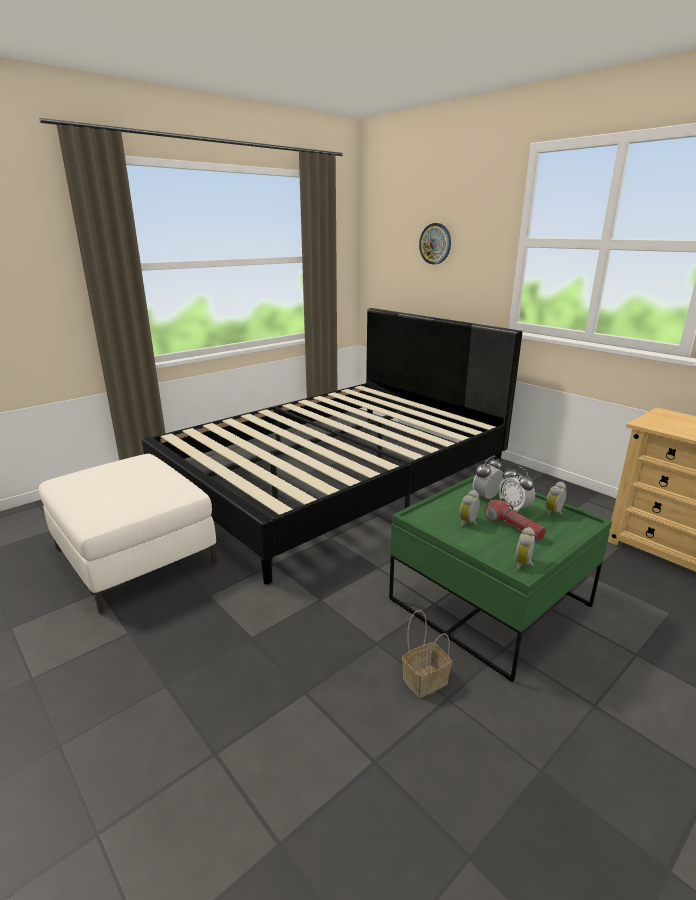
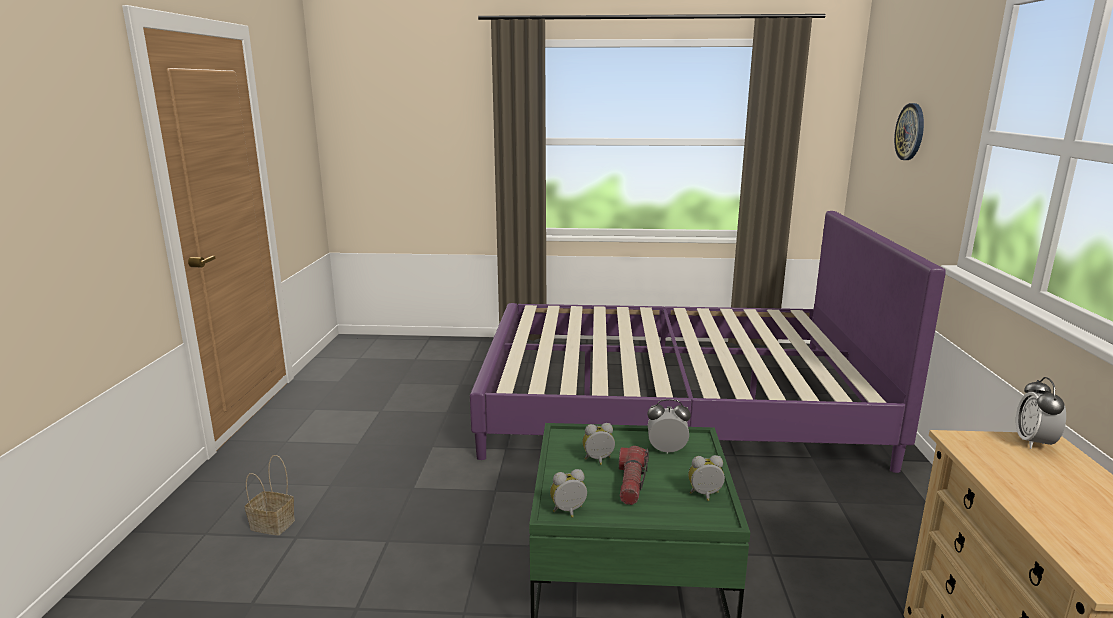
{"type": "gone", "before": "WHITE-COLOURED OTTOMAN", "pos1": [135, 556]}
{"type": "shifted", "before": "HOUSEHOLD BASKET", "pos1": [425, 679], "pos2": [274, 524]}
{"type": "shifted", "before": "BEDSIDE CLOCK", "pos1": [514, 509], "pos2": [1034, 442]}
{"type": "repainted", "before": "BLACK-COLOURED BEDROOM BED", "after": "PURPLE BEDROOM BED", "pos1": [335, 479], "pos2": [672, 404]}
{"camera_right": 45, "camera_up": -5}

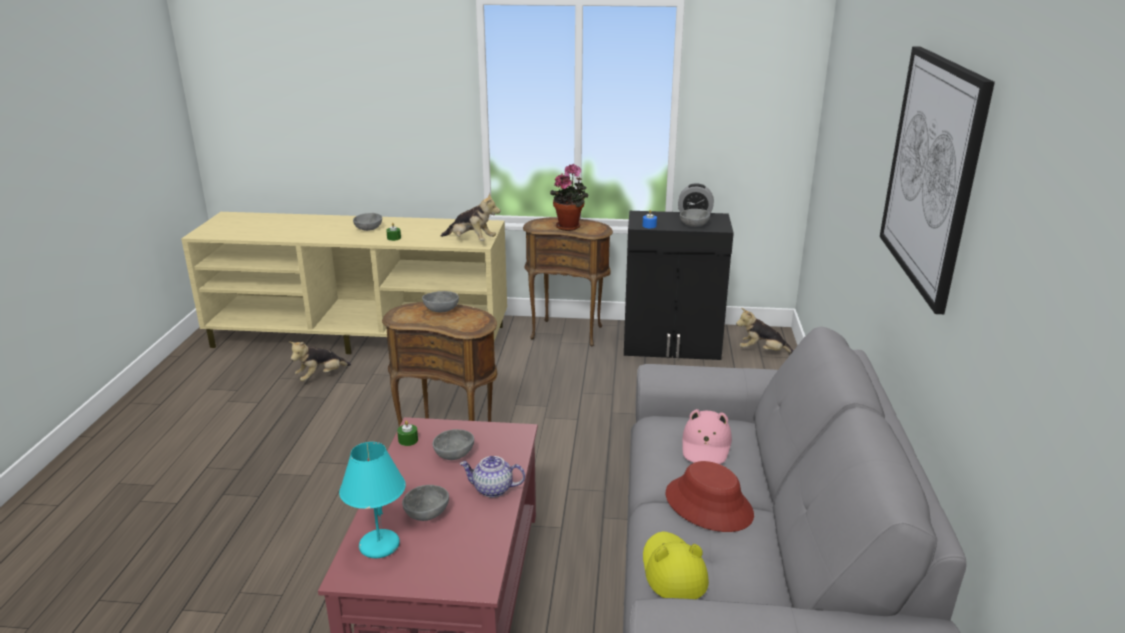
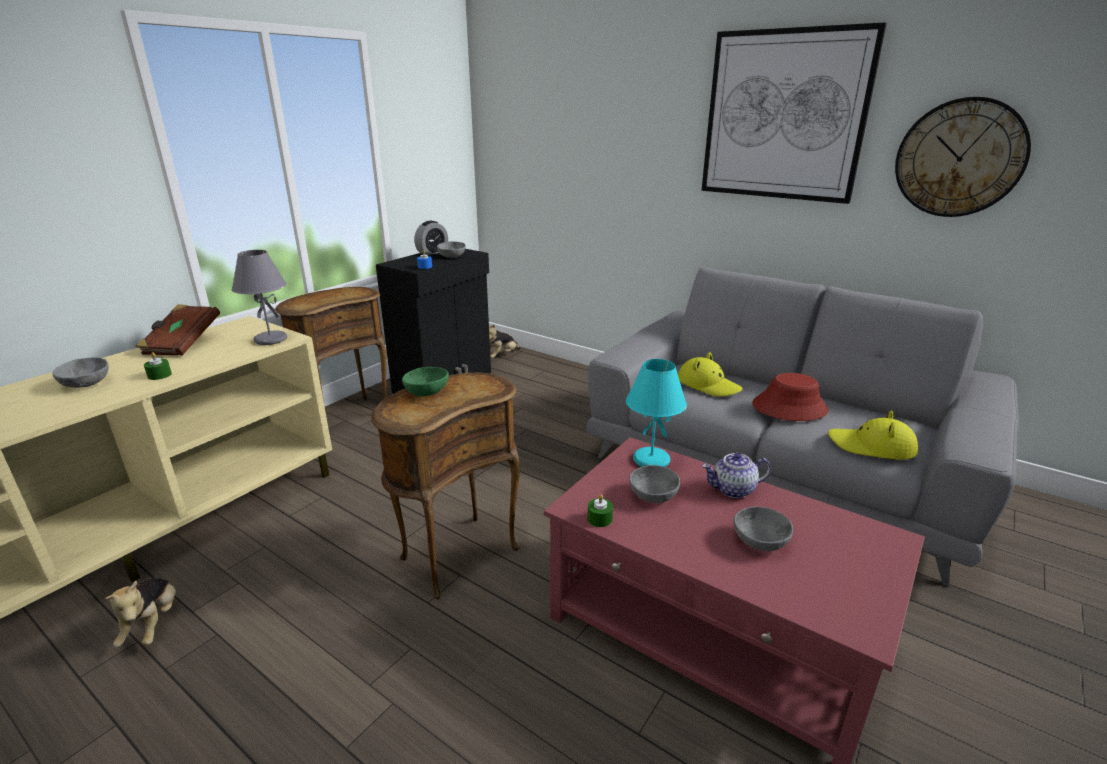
{"type": "gone", "before": "POTTED PLANT", "pos1": [570, 226]}
{"type": "new", "after": "BROWN BOUND BOOK", "pos2": [182, 344]}
{"type": "new", "after": "WALL CLOCK", "pos2": [959, 158]}
{"type": "shifted", "before": "TURQUOISE-COLOURED TABLETOP LAMP", "pos1": [378, 545], "pos2": [650, 460]}
{"type": "swapped", "before": "SOFT TOY", "after": "GREYISH TABLETOP LAMP", "pos1": [471, 241], "pos2": [270, 340]}
{"type": "repainted", "before": "GREYISH SERVING BOWL", "after": "GREEN SERVING BOWL", "pos1": [441, 310], "pos2": [426, 392]}
{"type": "repainted", "before": "PINKISH WEARABLE HAT", "after": "YELLOWISH WEARABLE HAT", "pos1": [706, 446], "pos2": [708, 385]}
{"type": "rotated", "before": "POT FOR TEA", "pos1": [492, 489], "pos2": [733, 490], "turn": 45}
{"camera_right": -60, "camera_up": 0}

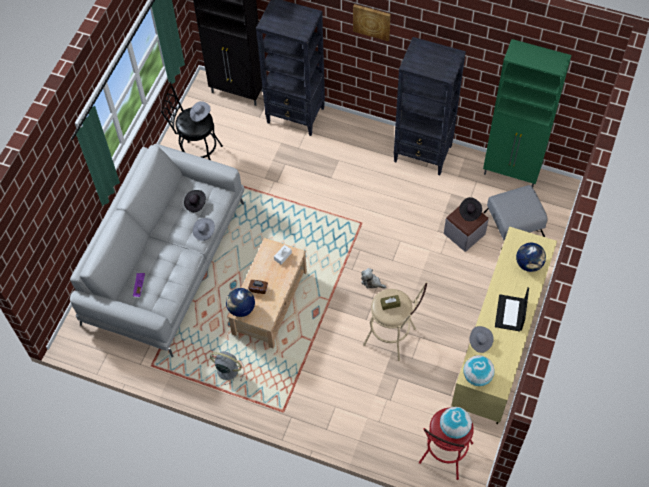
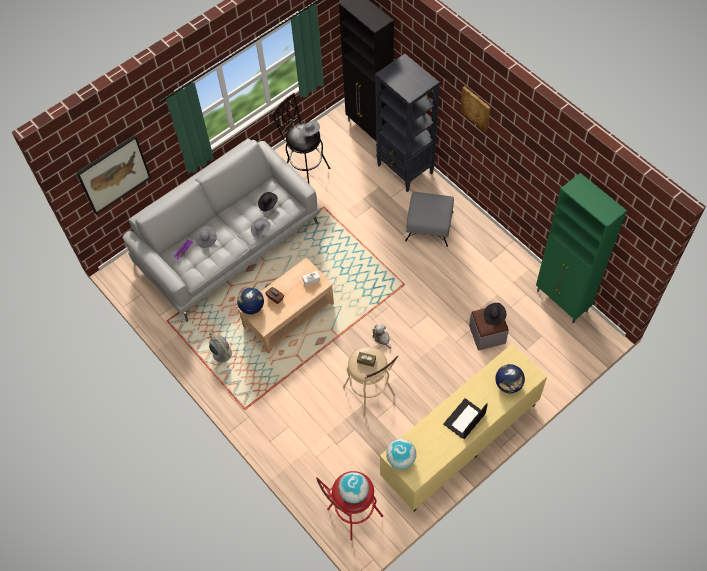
{"type": "gone", "before": "BLACK-COLOURED SHELVING UNIT", "pos1": [423, 154]}
{"type": "new", "after": "WALL PICTURE", "pos2": [114, 174]}
{"type": "shifted", "before": "GREYISH WEARABLE HAT", "pos1": [480, 342], "pos2": [206, 239]}
{"type": "shifted", "before": "GREYISH OTTOMAN", "pos1": [514, 224], "pos2": [429, 226]}
{"camera_right": 30, "camera_up": 0}

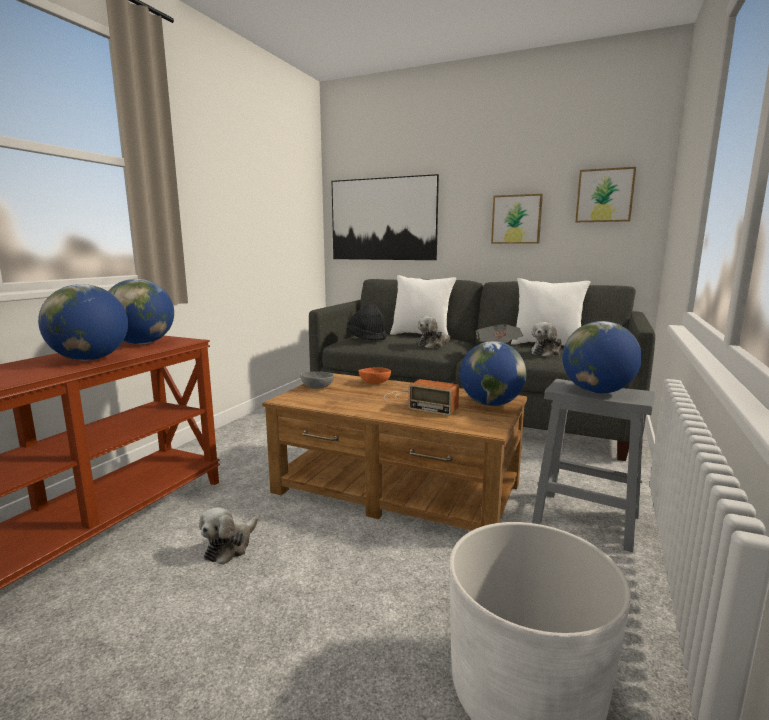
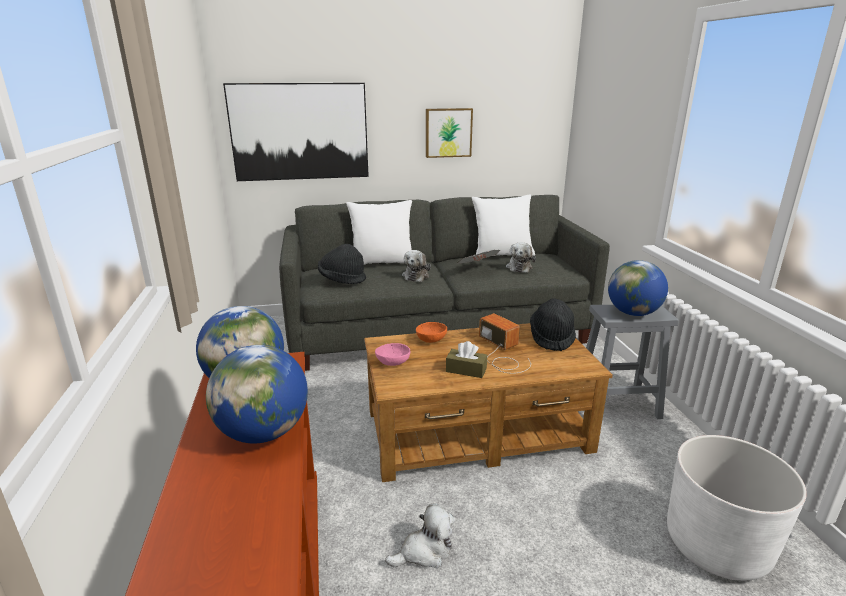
{"type": "gone", "before": "WALL PICTURE", "pos1": [604, 195]}
{"type": "new", "after": "BROWN TISSUE BOX", "pos2": [466, 370]}
{"type": "swapped", "before": "GLOBE", "after": "BLACK-COLOURED WEARABLE HAT", "pos1": [491, 404], "pos2": [551, 338]}
{"type": "repainted", "before": "GREYISH SERVING BOWL", "after": "PINKISH SERVING BOWL", "pos1": [317, 387], "pos2": [392, 362]}
{"type": "rotated", "before": "SOFT TOY", "pos1": [230, 546], "pos2": [424, 551], "turn": -105}
{"type": "rotated", "before": "RADIO SET", "pos1": [418, 402], "pos2": [502, 353], "turn": -120}
{"camera_right": -35, "camera_up": 10}

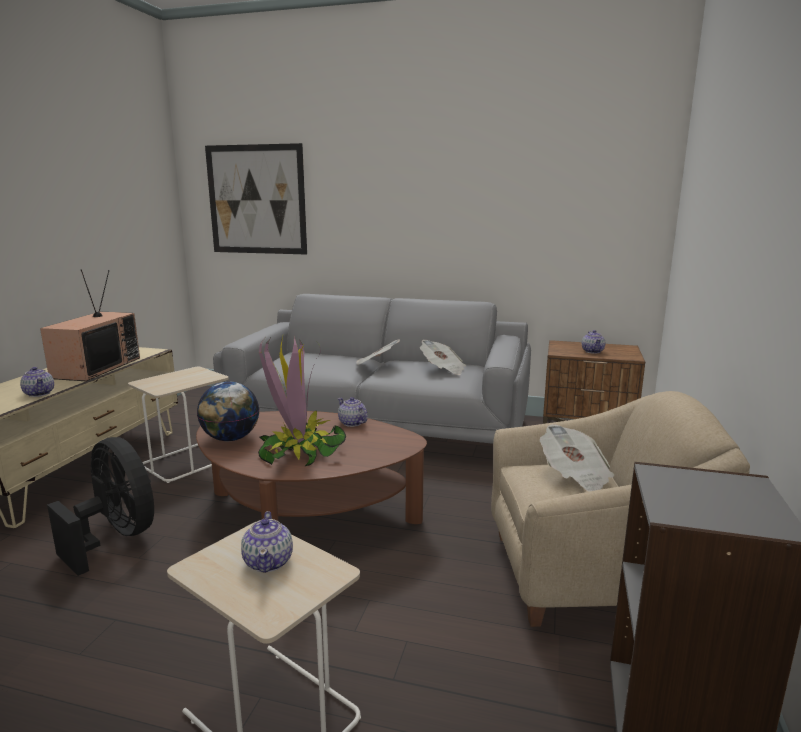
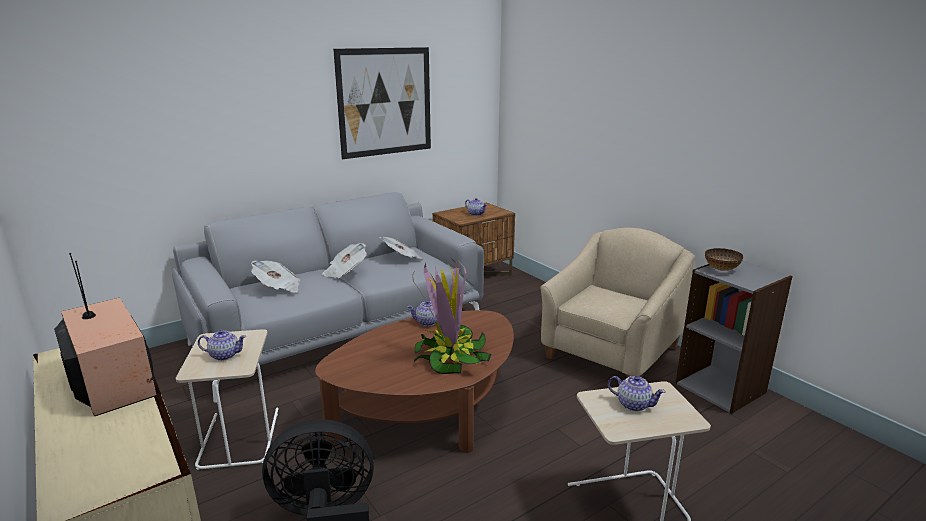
{"type": "gone", "before": "GLOBE", "pos1": [230, 439]}
{"type": "new", "after": "SERVING BOWL", "pos2": [720, 269]}
{"type": "shifted", "before": "POT FOR TEA", "pos1": [39, 393], "pos2": [224, 355]}
{"type": "shifted", "before": "WALL PICTURE", "pos1": [256, 200], "pos2": [385, 102]}
{"type": "shifted", "before": "NEWSPAPER", "pos1": [575, 476], "pos2": [278, 288]}
{"camera_right": -50, "camera_up": 5}

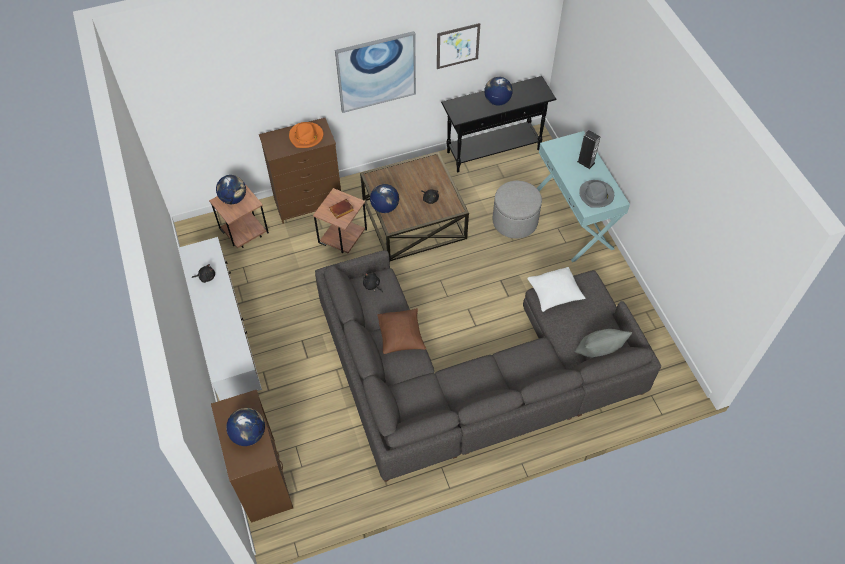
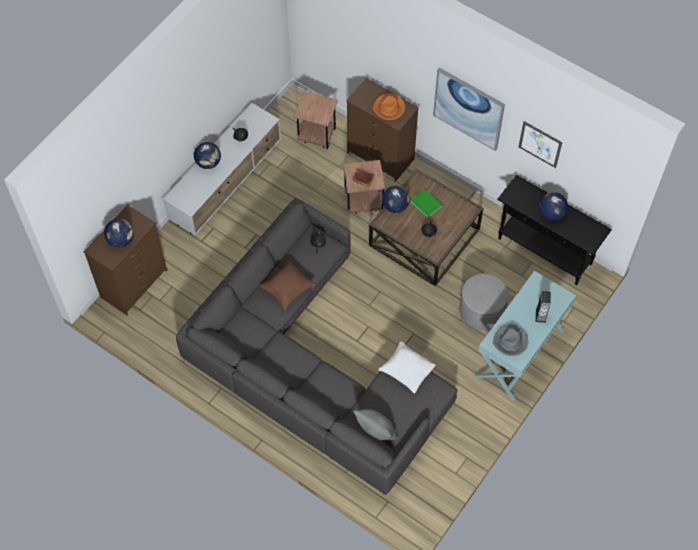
{"type": "new", "after": "GREEN BOUND BOOK", "pos2": [426, 203]}
{"type": "shifted", "before": "GLOBE", "pos1": [234, 198], "pos2": [208, 163]}
{"camera_right": 55, "camera_up": 5}

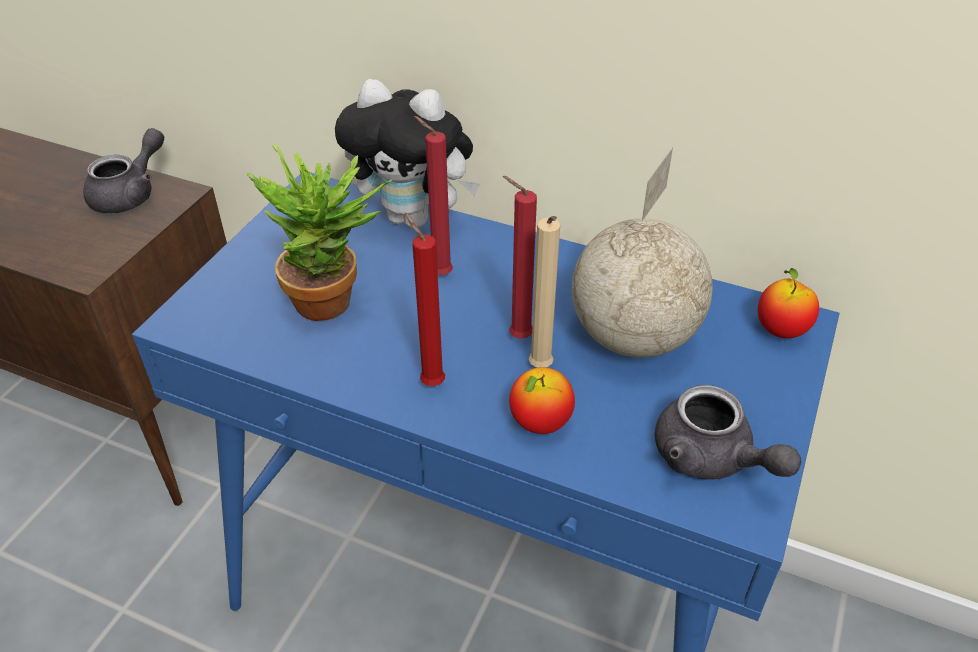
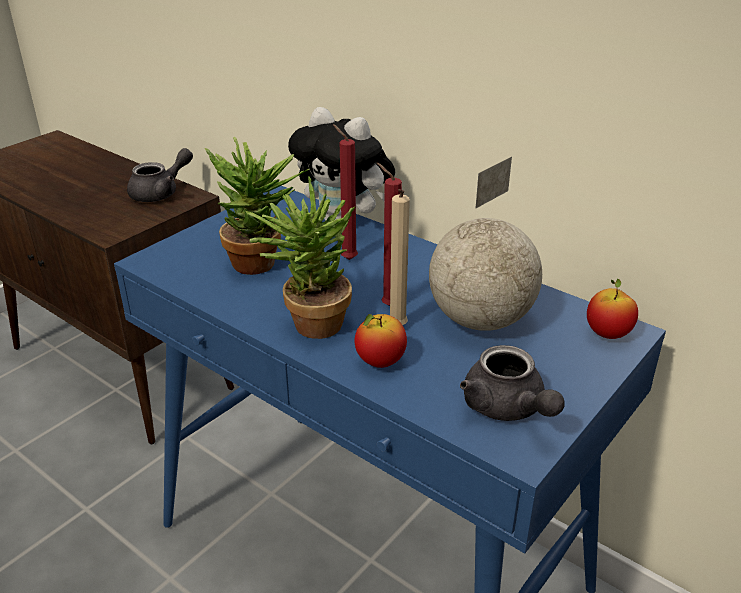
{"type": "swapped", "before": "RED-COLOURED CANDLE", "after": "POTTED PLANT", "pos1": [430, 382], "pos2": [308, 323]}
{"camera_right": 15, "camera_up": -10}

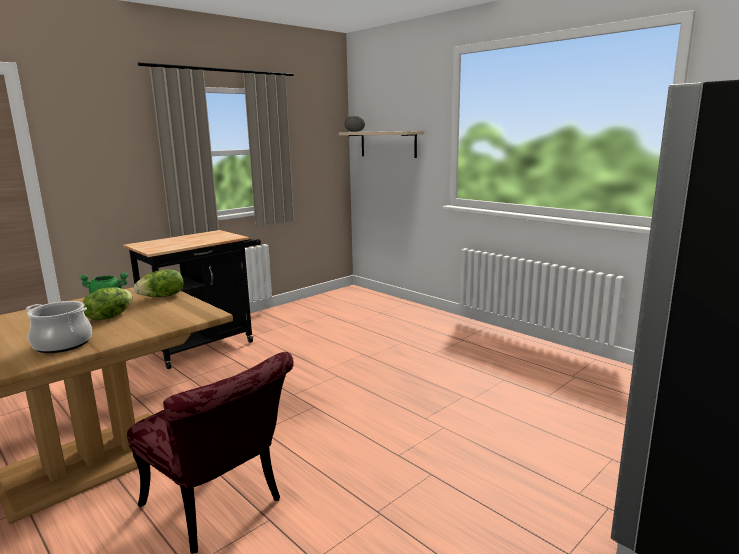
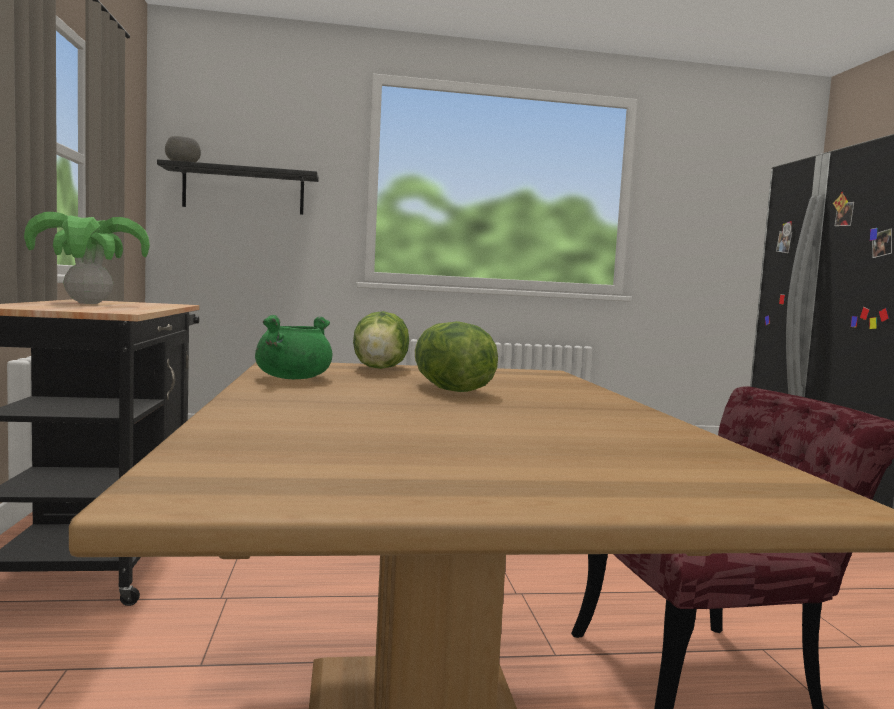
{"type": "gone", "before": "STOCKPOT", "pos1": [62, 344]}
{"type": "new", "after": "POTTED PLANT", "pos2": [88, 303]}
{"type": "repainted", "before": "BEIGE BRACKET SHELF", "after": "BLACK-COLOURED BRACKET SHELF", "pos1": [388, 144], "pos2": [244, 191]}
{"camera_right": -55, "camera_up": -10}

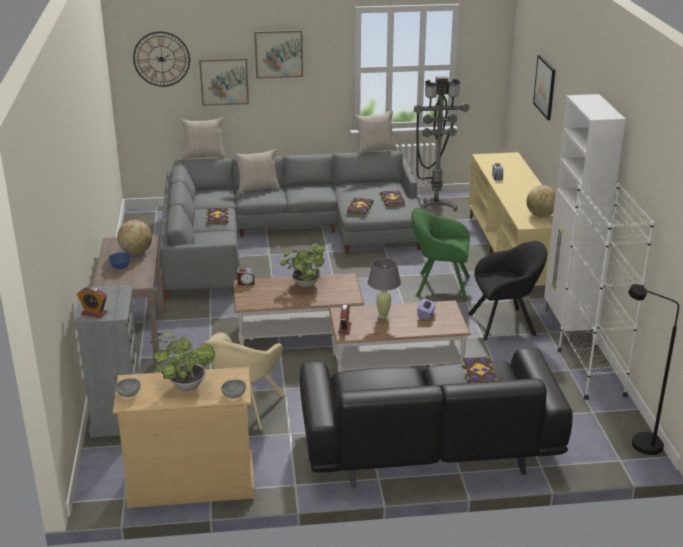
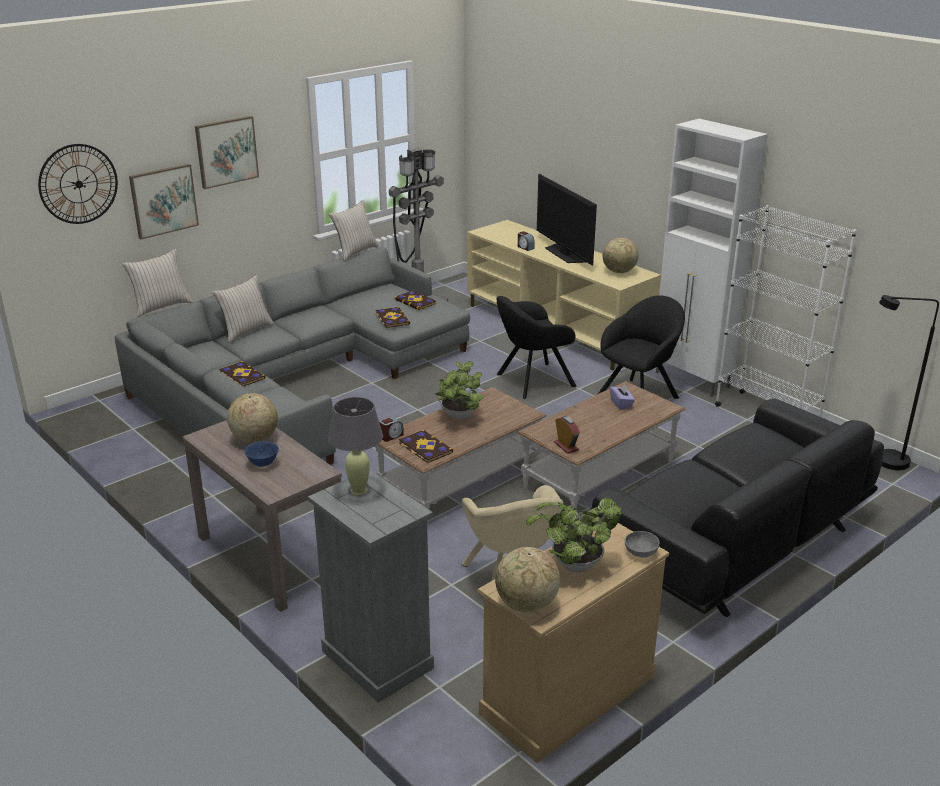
{"type": "gone", "before": "BEDSIDE CLOCK", "pos1": [94, 313]}
{"type": "gone", "before": "WALL PICTURE", "pos1": [545, 87]}
{"type": "new", "after": "TV", "pos2": [564, 254]}
{"type": "shifted", "before": "GREYISH TABLETOP LAMP", "pos1": [383, 316], "pos2": [359, 491]}
{"type": "shifted", "before": "BOUND BOOK", "pos1": [478, 372], "pos2": [425, 448]}
{"type": "swapped", "before": "GREYISH SERVING BOWL", "after": "GLOBE", "pos1": [128, 394], "pos2": [526, 604]}
{"type": "repainted", "before": "GREEN EASY CHAIR", "after": "BLACK-COLOURED EASY CHAIR", "pos1": [439, 286], "pos2": [532, 381]}
{"camera_right": -35, "camera_up": 0}

